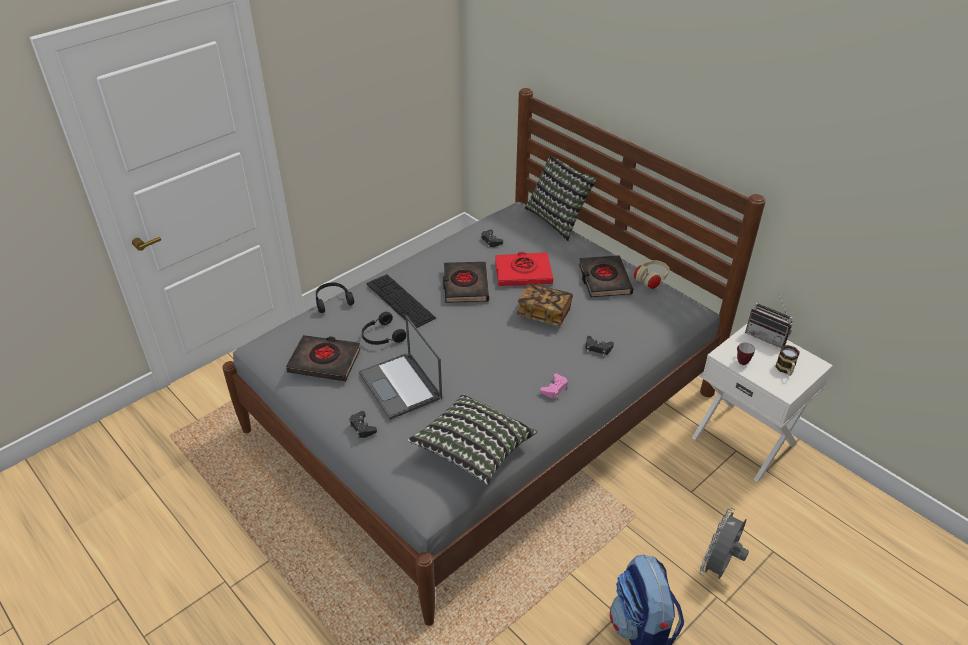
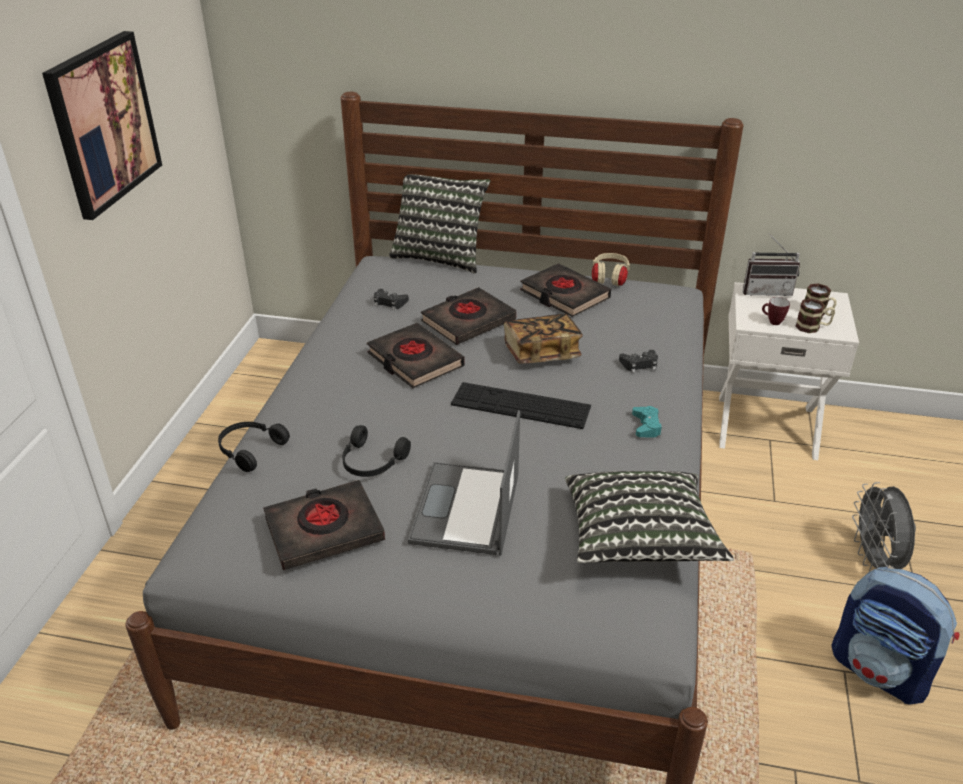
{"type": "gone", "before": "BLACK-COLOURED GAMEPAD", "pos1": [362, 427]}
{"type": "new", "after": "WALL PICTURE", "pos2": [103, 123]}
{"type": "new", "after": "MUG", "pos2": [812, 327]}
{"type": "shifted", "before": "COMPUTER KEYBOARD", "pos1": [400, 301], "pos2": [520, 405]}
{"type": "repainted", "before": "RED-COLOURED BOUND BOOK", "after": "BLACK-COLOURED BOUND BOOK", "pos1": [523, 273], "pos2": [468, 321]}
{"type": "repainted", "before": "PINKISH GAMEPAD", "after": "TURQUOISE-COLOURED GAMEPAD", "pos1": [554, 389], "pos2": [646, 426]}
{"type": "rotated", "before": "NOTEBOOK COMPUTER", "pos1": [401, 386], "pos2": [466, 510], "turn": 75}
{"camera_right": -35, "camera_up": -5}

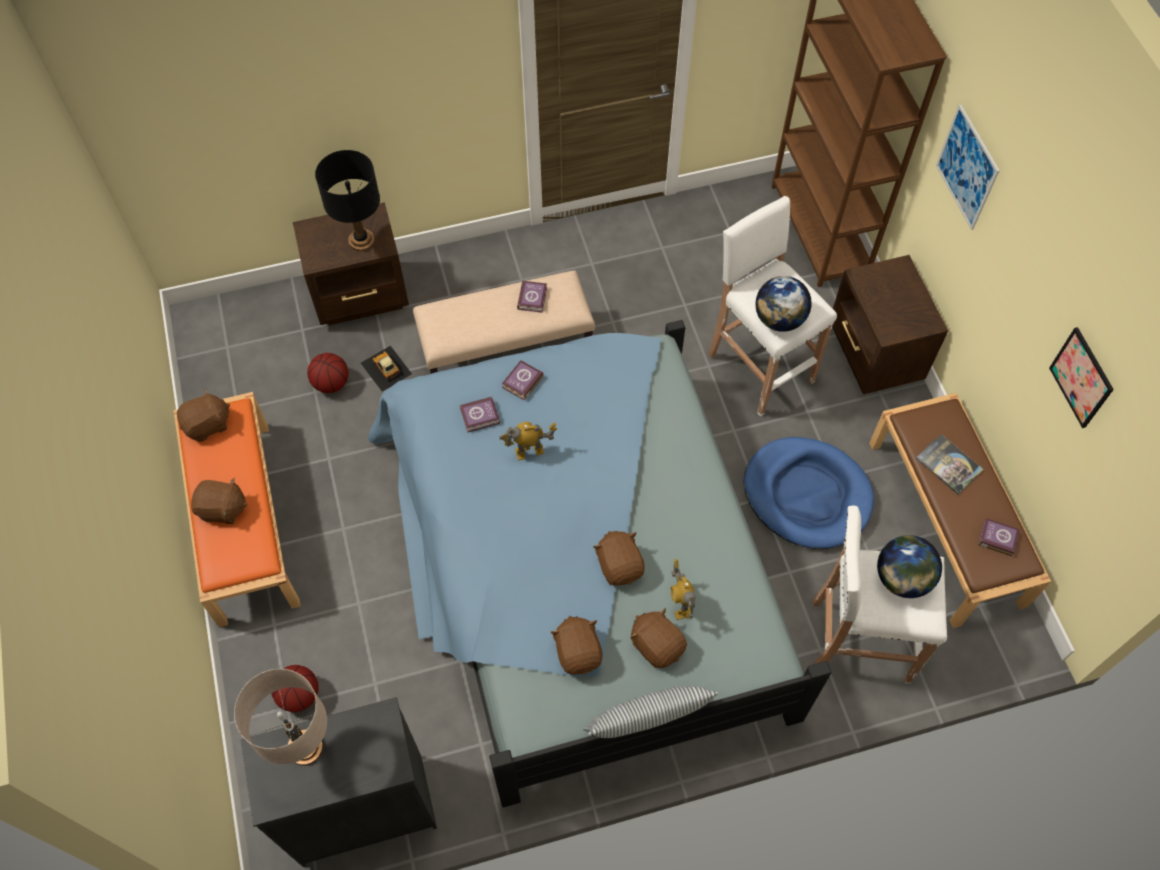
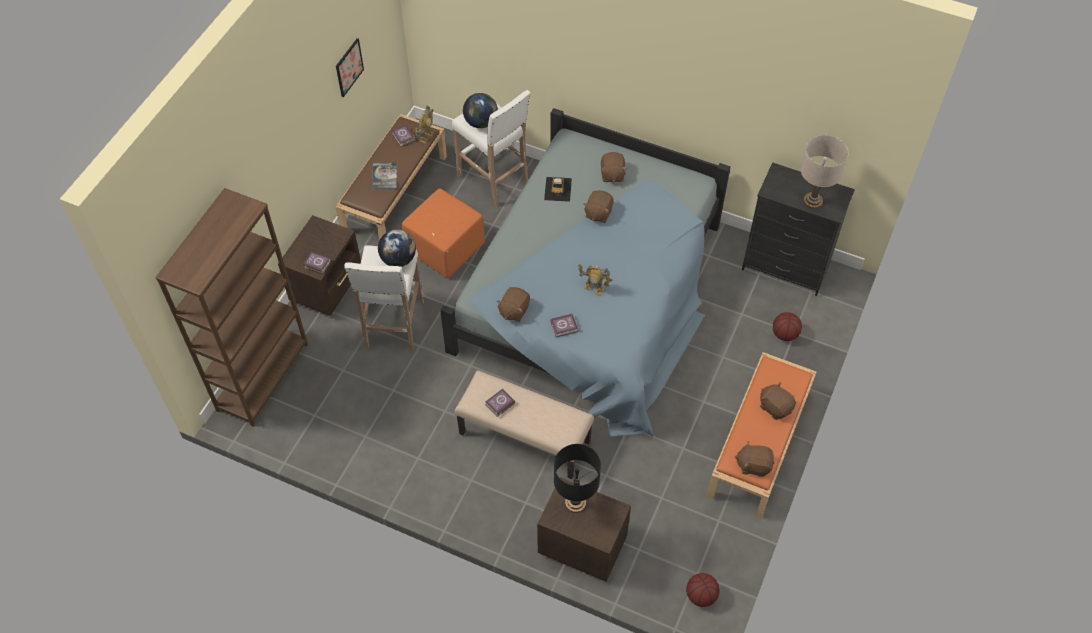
{"type": "gone", "before": "CUSHION", "pos1": [647, 719]}
{"type": "gone", "before": "WALL PICTURE", "pos1": [967, 167]}
{"type": "shifted", "before": "BALL FOR BASKETBALL", "pos1": [331, 383], "pos2": [701, 596]}
{"type": "shifted", "before": "MODEL CAR", "pos1": [386, 368], "pos2": [558, 189]}
{"type": "shifted", "before": "BOUND BOOK", "pos1": [481, 416], "pos2": [317, 264]}
{"type": "shifted", "before": "BROWN SOFT TOY", "pos1": [578, 652], "pos2": [514, 310]}
{"type": "shifted", "before": "ROBOT FIGURE", "pos1": [679, 605], "pos2": [426, 137]}
{"type": "swapped", "before": "BLUISH PET BED", "after": "ORANGE-COLOURED OTTOMAN", "pos1": [807, 495], "pos2": [445, 249]}
{"camera_right": -140, "camera_up": -5}

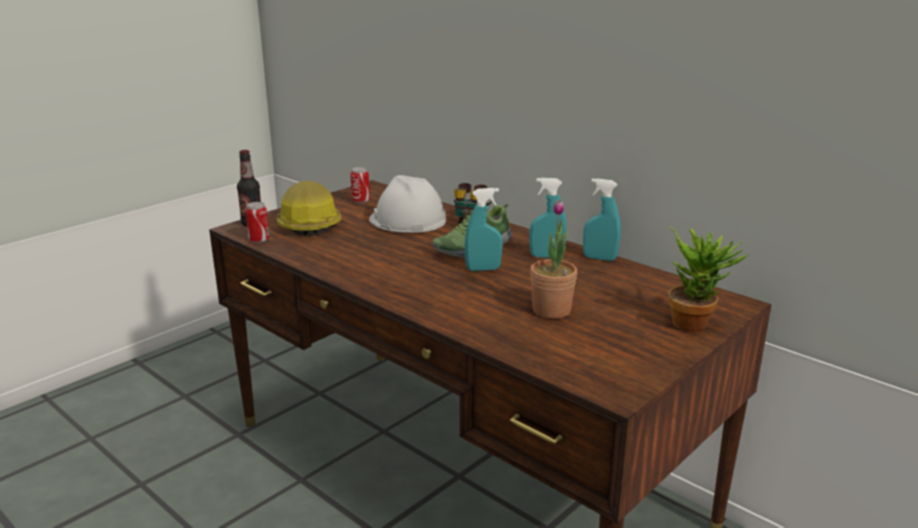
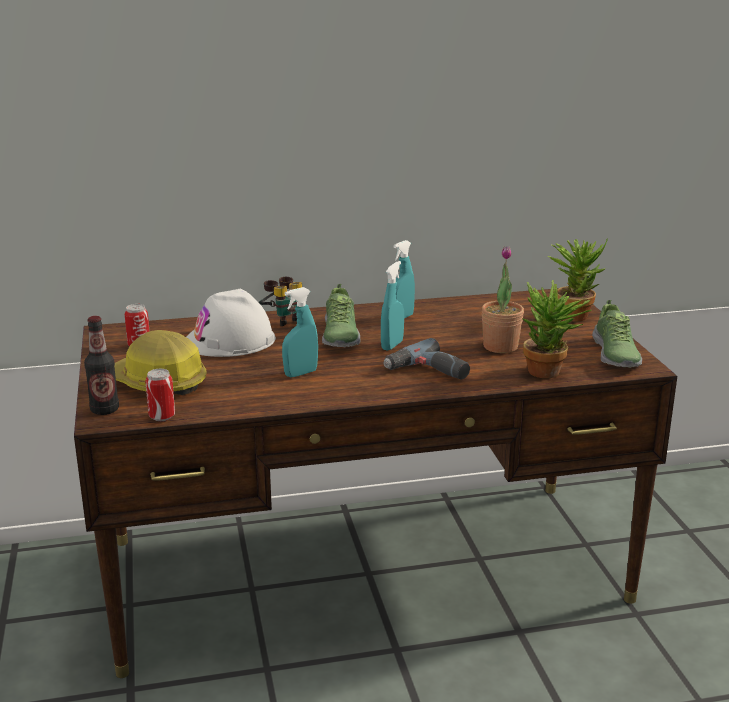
{"type": "new", "after": "DRILL", "pos2": [427, 372]}
{"type": "new", "after": "POTTED PLANT", "pos2": [549, 374]}
{"type": "new", "after": "SHOE", "pos2": [615, 354]}
{"type": "shifted", "before": "TURQUOISE-COLOURED SPRAYER", "pos1": [599, 258], "pos2": [300, 373]}
{"camera_right": -55, "camera_up": 0}

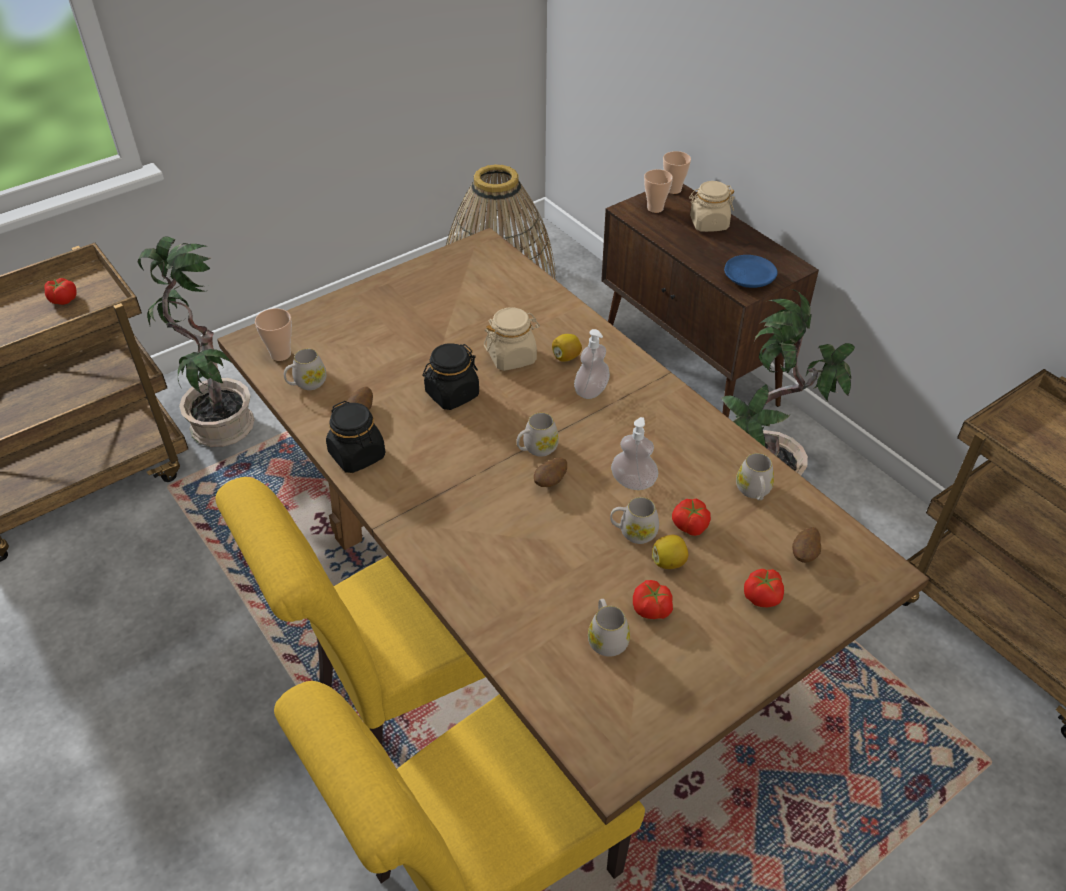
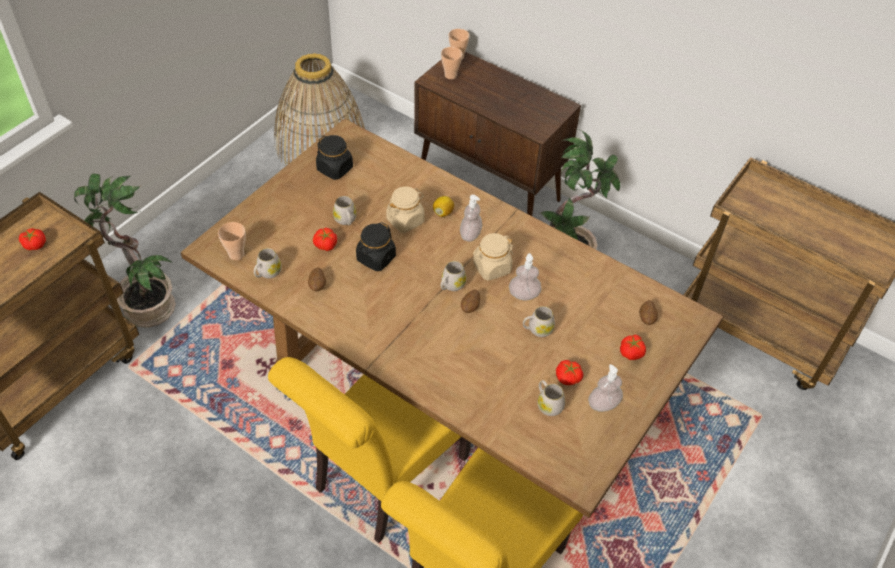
{"type": "gone", "before": "LEMON", "pos1": [669, 562]}
{"type": "gone", "before": "BLUISH DINNER PLATE", "pos1": [748, 278]}
{"type": "new", "after": "LIQUID SOAP BOTTLE", "pos2": [603, 404]}
{"type": "shifted", "before": "BLACK-COLOURED JAR", "pos1": [357, 455], "pos2": [335, 169]}
{"type": "shifted", "before": "TOMATO", "pos1": [689, 525], "pos2": [325, 245]}
{"type": "shifted", "before": "BEIGE JAR", "pos1": [708, 224], "pos2": [491, 268]}
{"type": "shifted", "before": "WHITE-COLOURED MUG", "pos1": [754, 492], "pos2": [346, 221]}
{"camera_right": -20, "camera_up": 5}

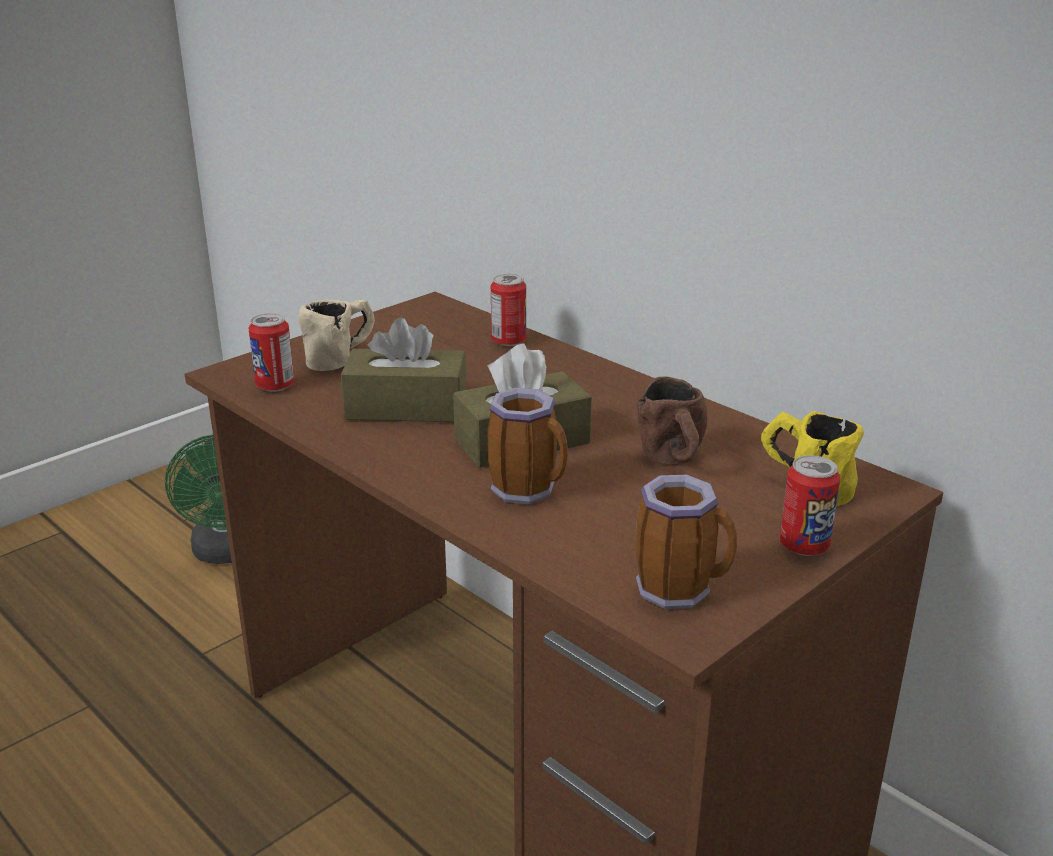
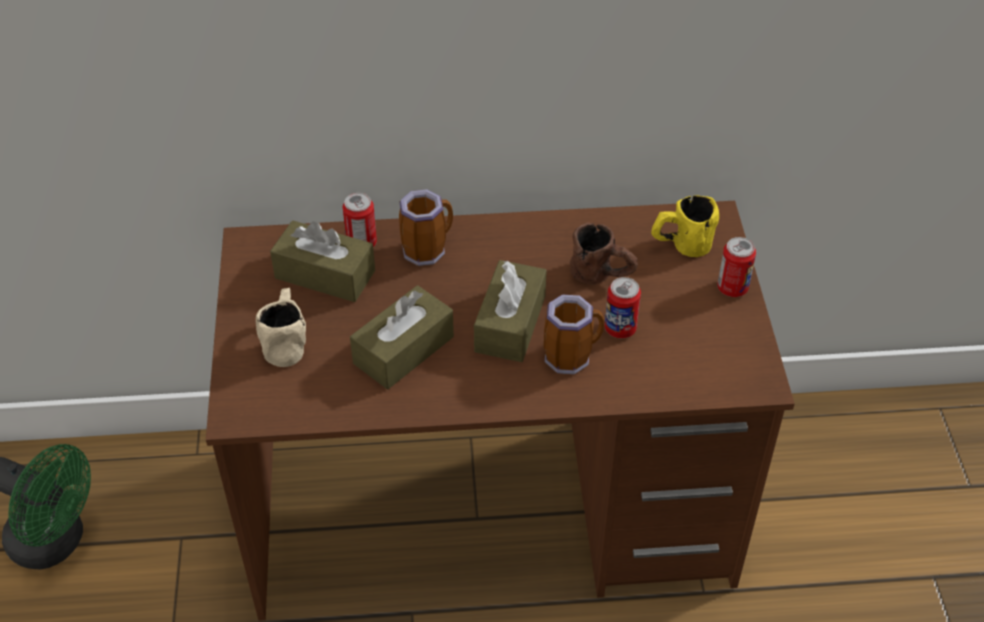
{"type": "new", "after": "BROWN TISSUE BOX", "pos2": [325, 274]}
{"type": "shifted", "before": "SEALED CAN", "pos1": [275, 386], "pos2": [620, 329]}
{"type": "shifted", "before": "MUG", "pos1": [680, 589], "pos2": [426, 249]}
{"camera_right": -50, "camera_up": 20}

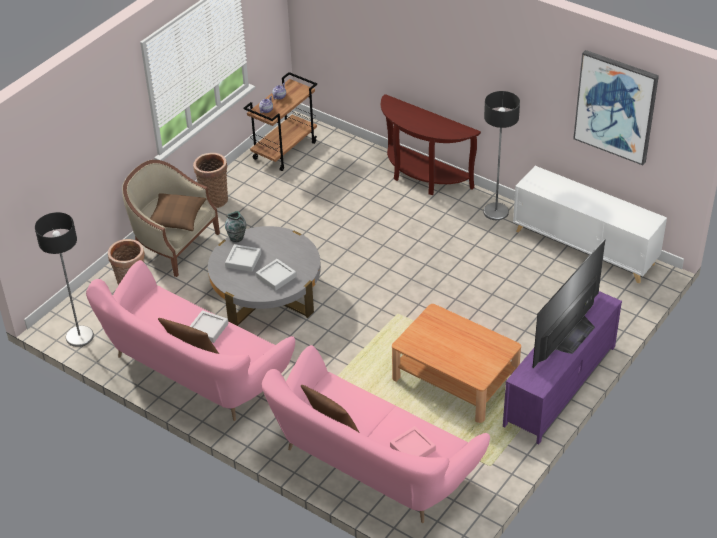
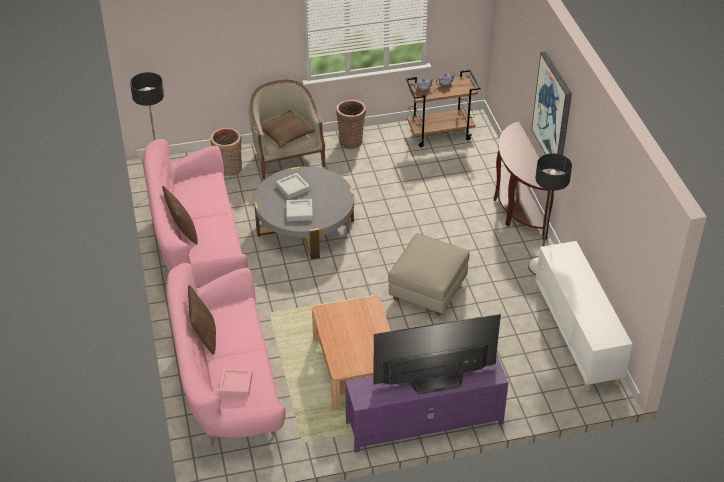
{"type": "gone", "before": "GREYISH CARRYING TRAY", "pos1": [208, 329]}
{"type": "gone", "before": "FLOWER VASE", "pos1": [237, 238]}
{"type": "new", "after": "BEIGE OTTOMAN", "pos2": [428, 291]}
{"type": "shifted", "before": "WALL PICTURE", "pos1": [616, 106], "pos2": [553, 111]}
{"camera_right": 40, "camera_up": 0}

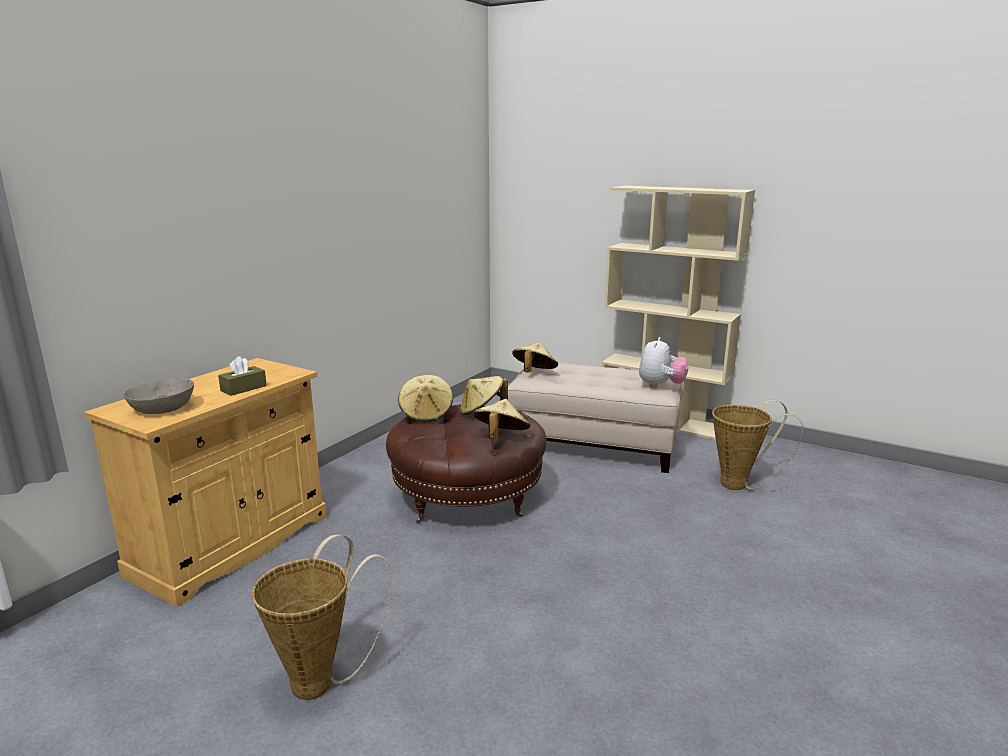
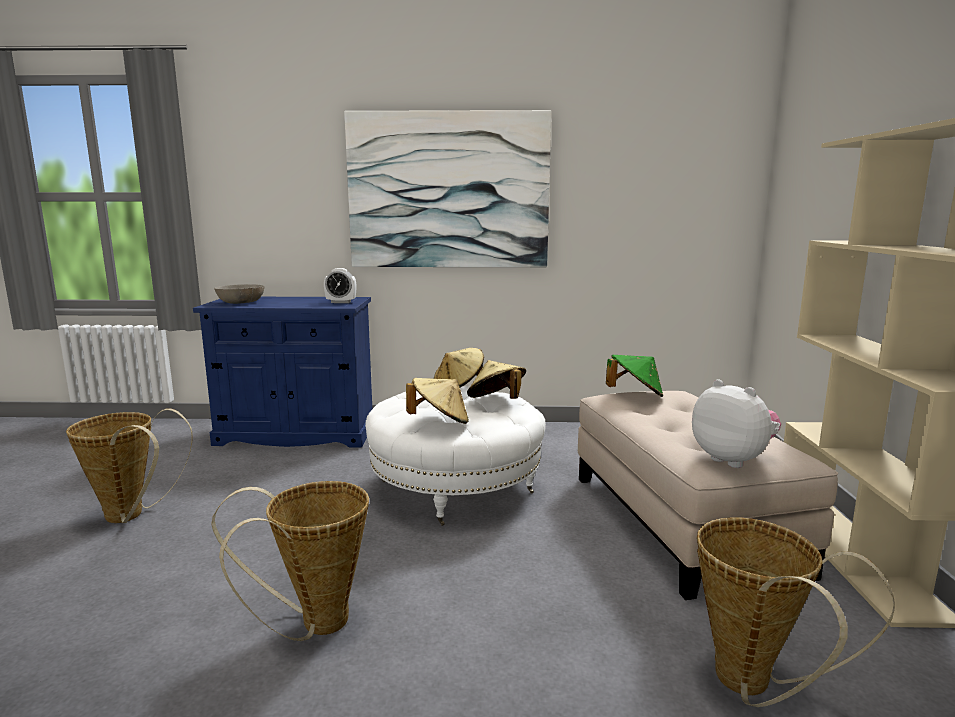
{"type": "gone", "before": "BROWN TISSUE BOX", "pos1": [243, 388]}
{"type": "new", "after": "HOUSEHOLD BASKET", "pos2": [314, 625]}
{"type": "new", "after": "BEDSIDE CLOCK", "pos2": [341, 302]}
{"type": "new", "after": "WALL PICTURE", "pos2": [448, 191]}
{"type": "repainted", "before": "BEIGE STORAGE CABINET", "after": "BLUISH STORAGE CABINET", "pos1": [232, 544], "pos2": [297, 434]}
{"type": "repainted", "before": "BROWN OTTOMAN", "after": "WHITE-COLOURED OTTOMAN", "pos1": [467, 496], "pos2": [456, 488]}
{"type": "repainted", "before": "BEIGE WEARABLE HAT", "after": "GREEN WEARABLE HAT", "pos1": [534, 373], "pos2": [635, 395]}
{"type": "rotated", "before": "SOFT TOY", "pos1": [661, 386], "pos2": [733, 459], "turn": -120}
{"camera_right": 60, "camera_up": -5}

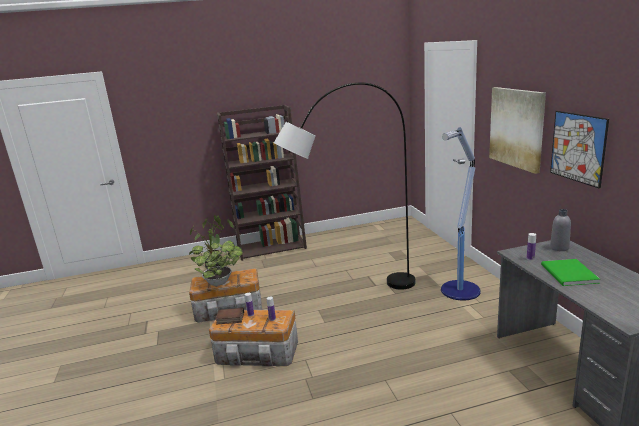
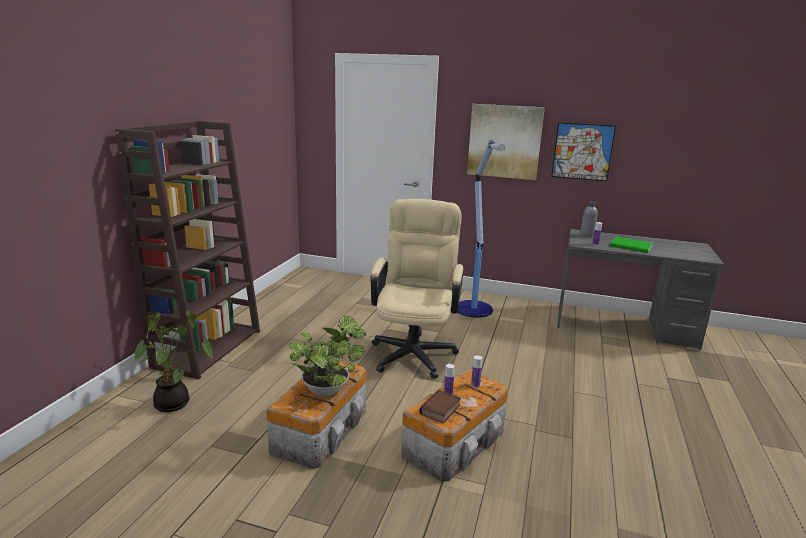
{"type": "swapped", "before": "GREYISH FLOOR LAMP", "after": "BEIGE OFFICE CHAIR", "pos1": [353, 296], "pos2": [414, 350]}
{"camera_right": -60, "camera_up": 0}

